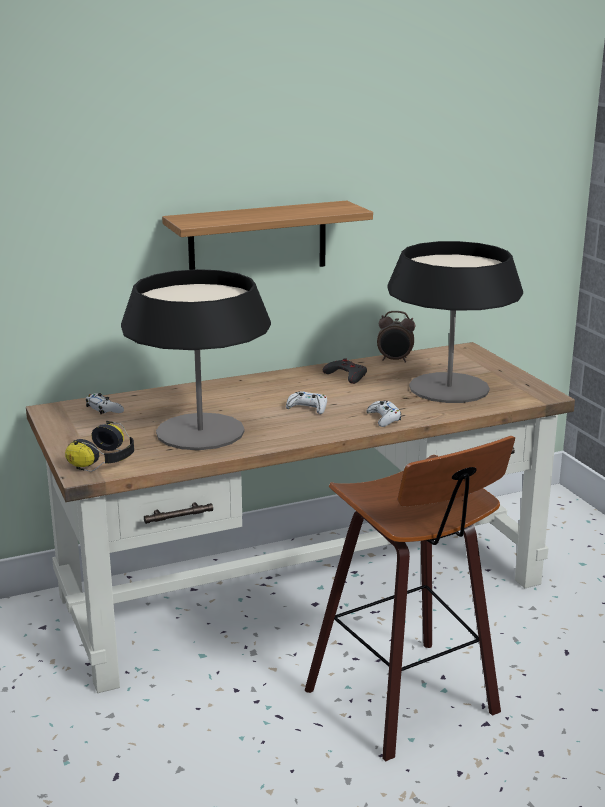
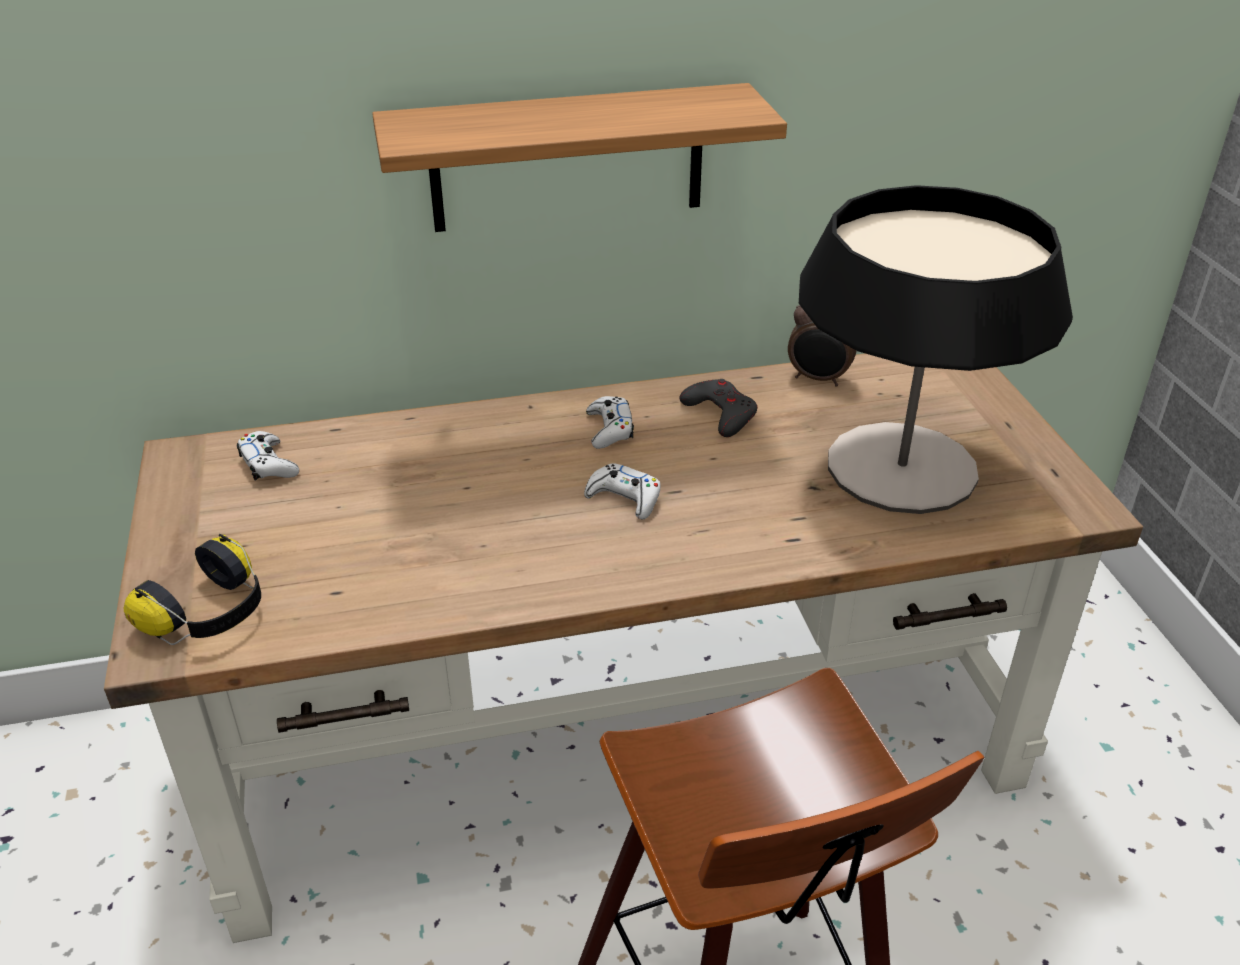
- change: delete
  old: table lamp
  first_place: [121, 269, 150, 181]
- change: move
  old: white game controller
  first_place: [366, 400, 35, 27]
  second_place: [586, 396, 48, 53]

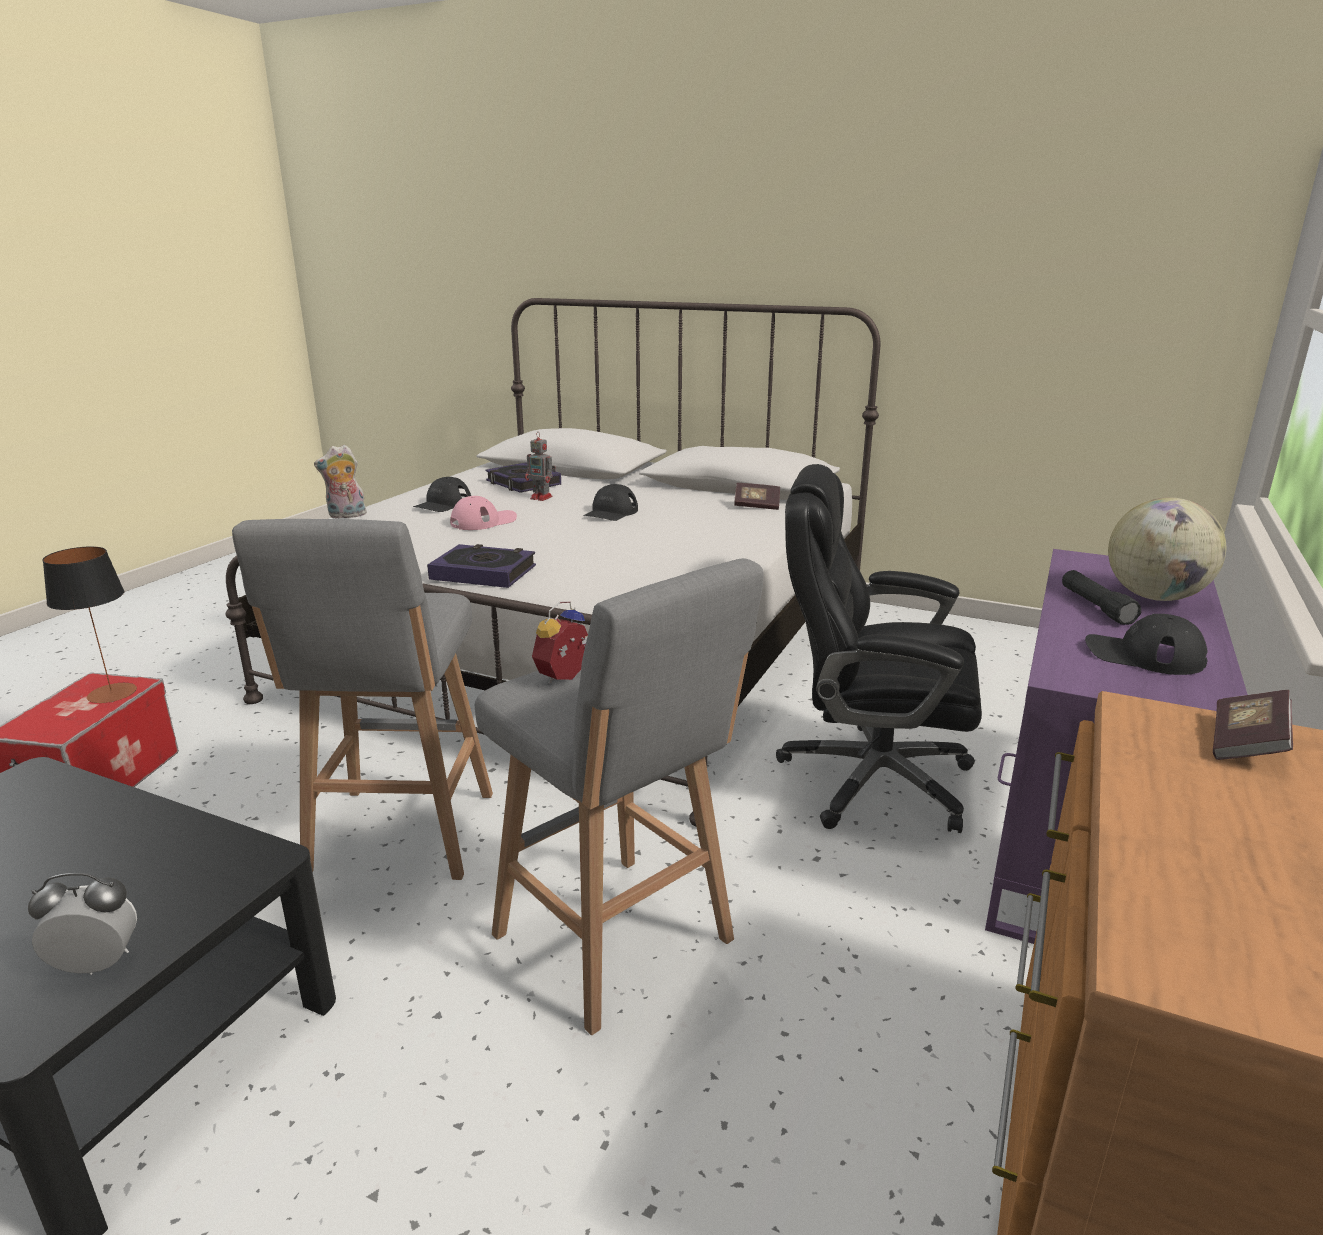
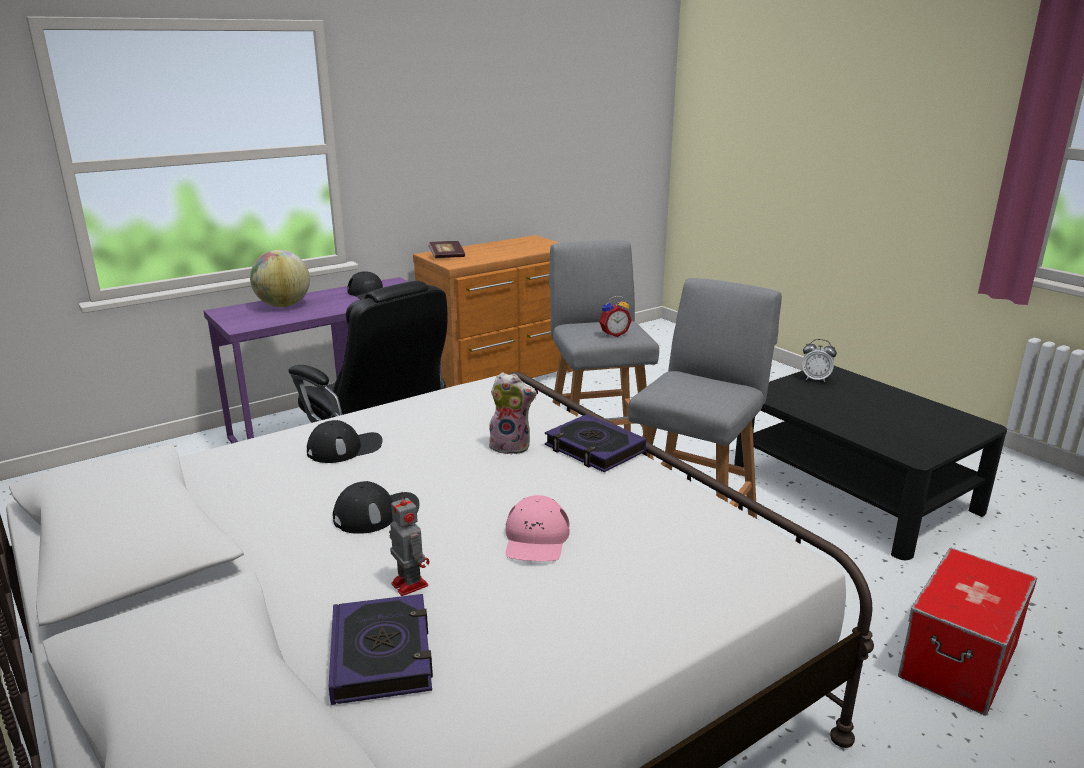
- change: delete
  old: table lamp
  first_place: [42, 546, 95, 157]
- change: delete
  old: book
  first_place: [734, 483, 46, 27]
- change: delete
  old: black flashlight
  first_place: [1062, 570, 79, 55]
- change: move
  old: plush toy
  first_place: [314, 445, 55, 74]
  second_place: [489, 372, 48, 83]
- change: move
  old: black cap
  first_place: [413, 477, 58, 35]
  second_place: [307, 420, 75, 43]
- change: rotate
  old: pink cap
  first_place: [450, 496, 67, 34]
  second_place: [505, 495, 65, 66]
  degrees: -75

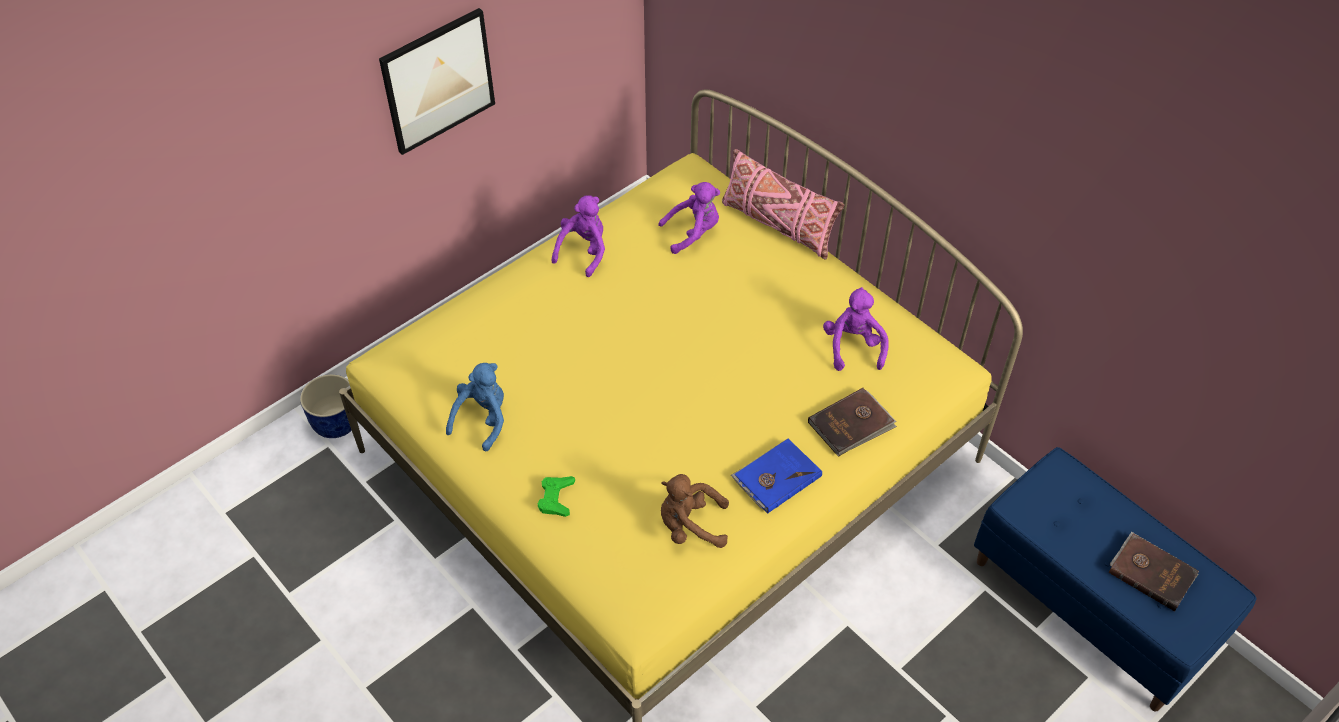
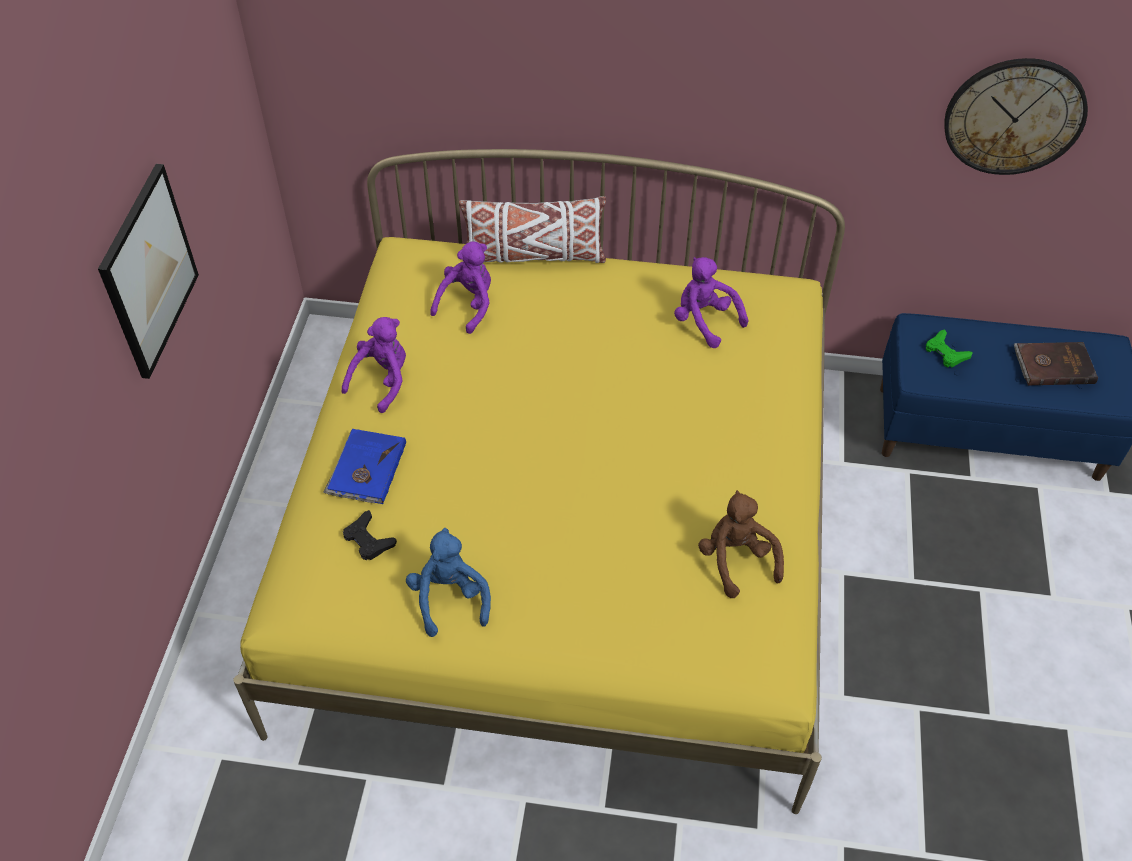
- change: delete
  old: blue planter
  first_place: [300, 374, 58, 64]
- change: delete
  old: brown book
  first_place: [808, 388, 89, 69]
- change: insert
  new: black game controller
  second_place: [343, 510, 54, 50]
- change: insert
  new: wall clock
  second_place: [944, 58, 144, 117]
- change: move
  old: green game controller
  first_place: [538, 476, 37, 41]
  second_place: [926, 330, 47, 37]
- change: move
  old: blue book
  first_place: [731, 439, 91, 74]
  second_place: [323, 429, 83, 75]
- change: recolor
  old: pink pillow
  new: white pillow
  first_place: [722, 149, 122, 110]
  second_place: [459, 196, 147, 67]
- change: rotate
  old: purple plush toy
  first_place: [552, 195, 53, 82]
  second_place: [342, 317, 64, 96]
  degrees: 45
- change: rotate
  old: brown plush toy
  first_place: [661, 474, 68, 74]
  second_place: [698, 490, 86, 108]
  degrees: 105

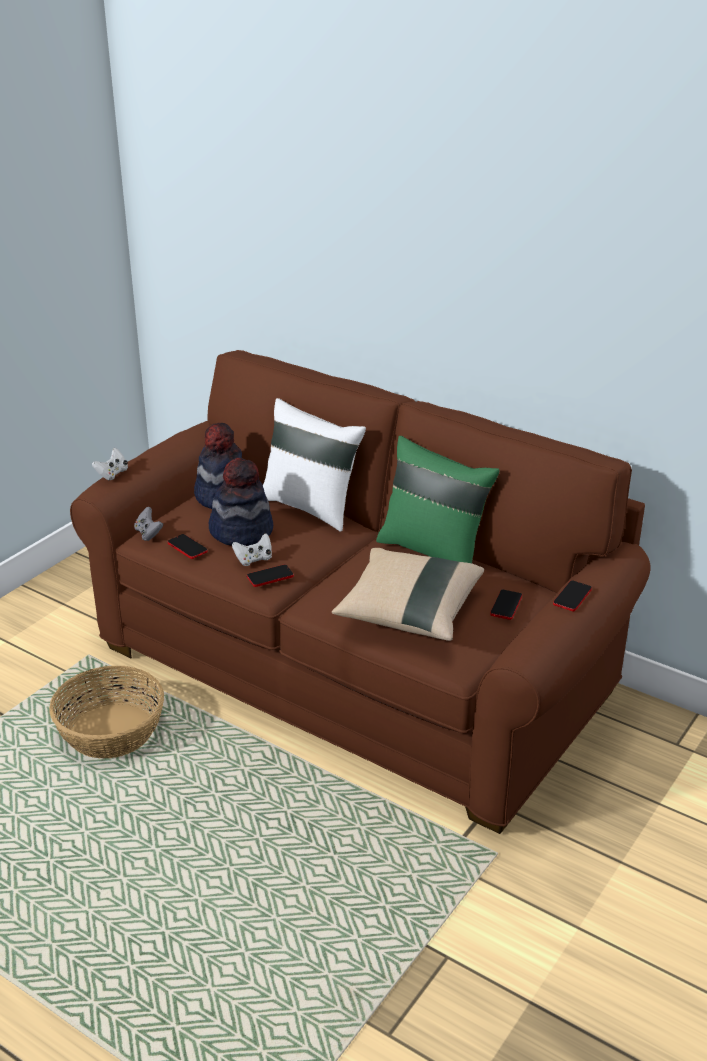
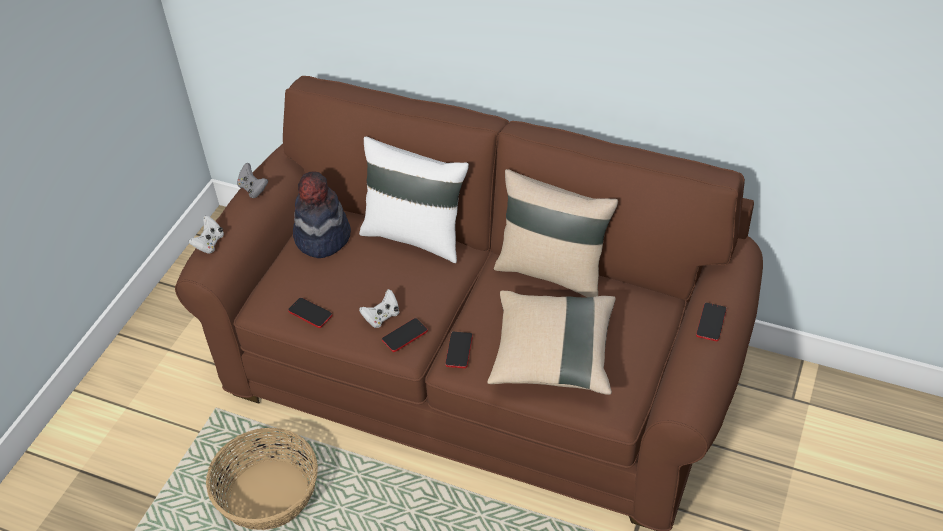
- change: delete
  old: hat
  first_place: [208, 458, 65, 88]
- change: move
  old: grey game controller
  first_place: [134, 507, 30, 34]
  second_place: [237, 163, 31, 35]
- change: move
  old: phone
  first_place: [490, 590, 32, 30]
  second_place: [445, 332, 28, 36]
- change: recolor
  old: green pillow
  new: beige pillow
  first_place: [376, 436, 124, 127]
  second_place: [494, 169, 124, 128]

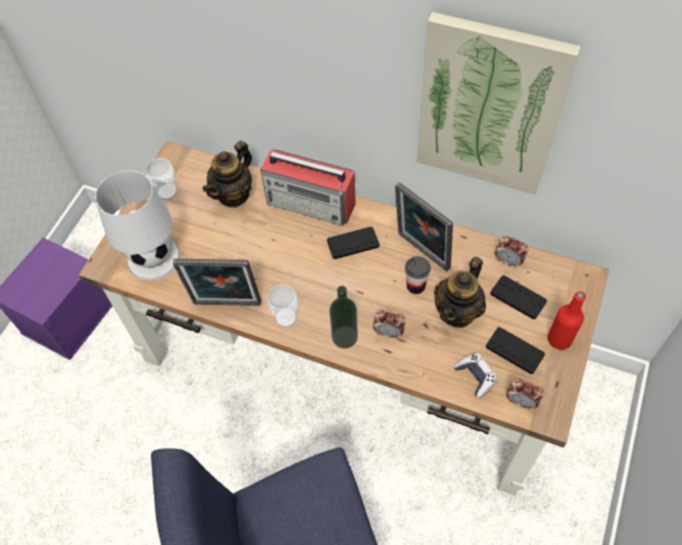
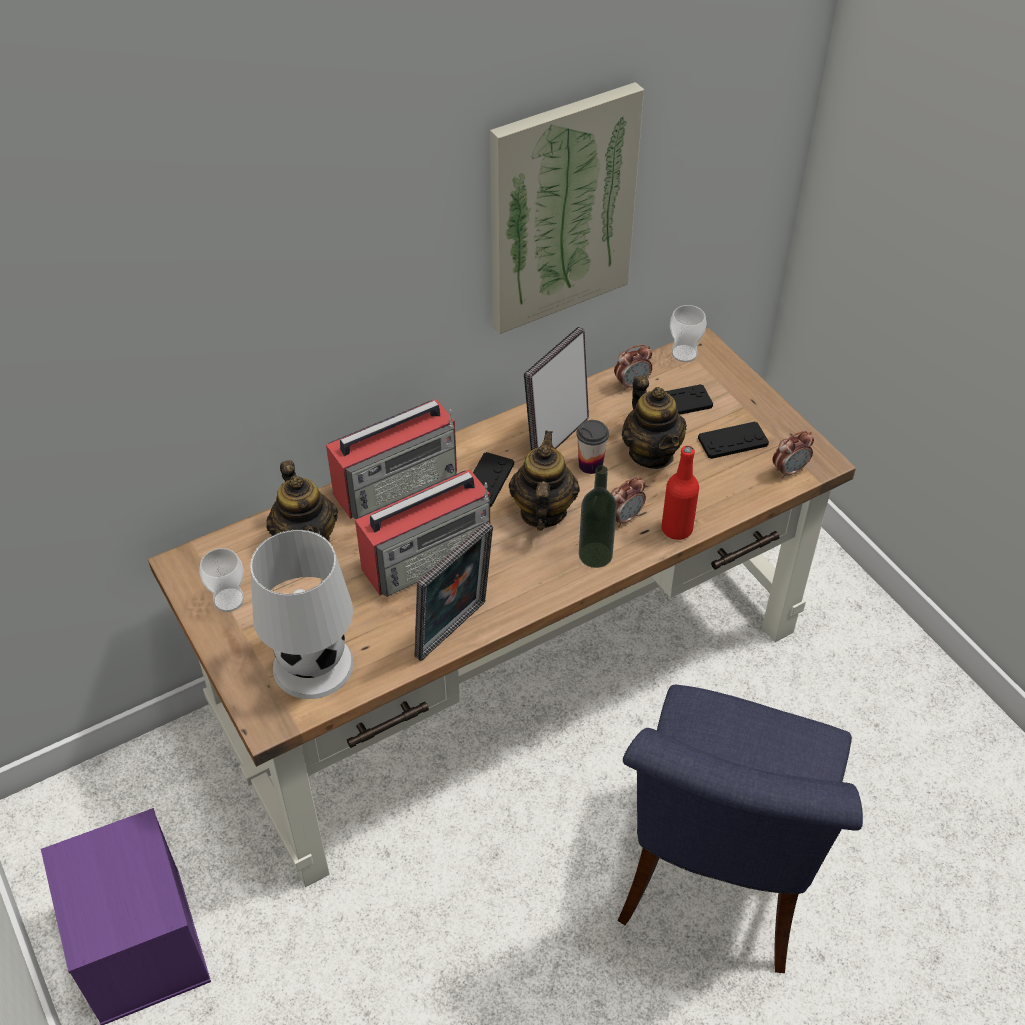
- change: delete
  old: game controller
  first_place: [454, 353, 43, 45]
- change: insert
  new: radio
  second_place: [355, 469, 135, 128]
- change: insert
  new: teapot
  second_place: [509, 431, 71, 100]
- change: move
  old: cup
  first_place: [267, 285, 32, 42]
  second_place: [670, 305, 37, 57]
- change: move
  old: red bottle
  first_place: [548, 291, 38, 59]
  second_place: [661, 446, 38, 94]
- change: rotate
  old: picture frame
  first_place: [395, 182, 58, 89]
  second_place: [524, 327, 65, 124]
  degrees: 135

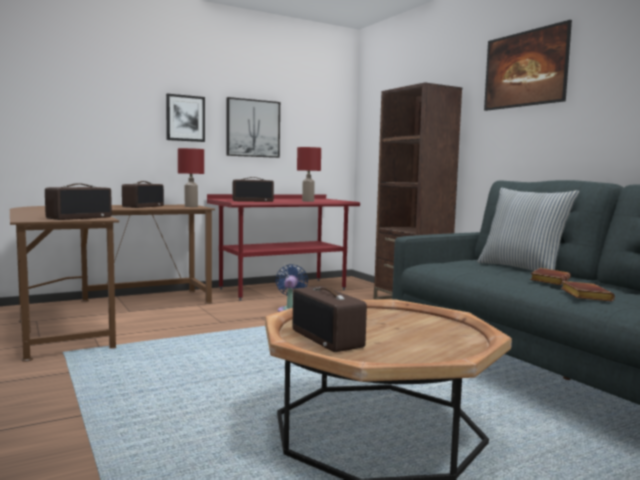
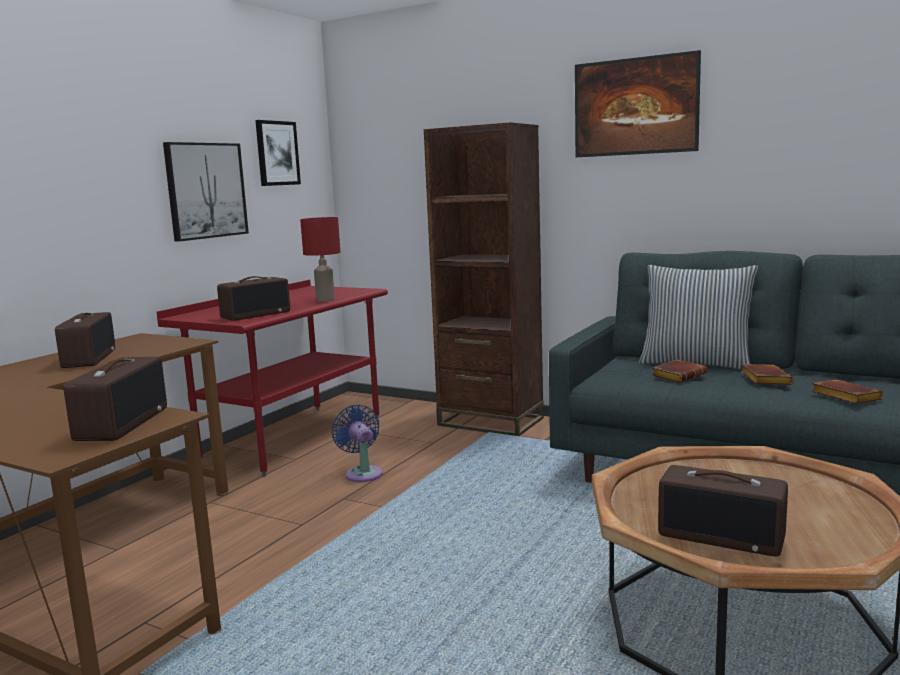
- change: delete
  old: red table lamp
  first_place: [178, 148, 26, 59]
- change: insert
  new: brown book
  second_place: [652, 359, 55, 24]
- change: move
  old: picture
  first_place: [166, 94, 39, 48]
  second_place: [255, 120, 46, 66]

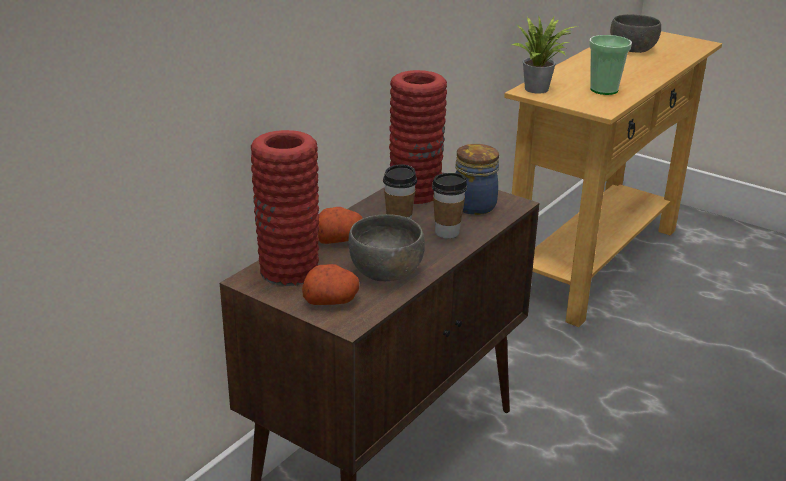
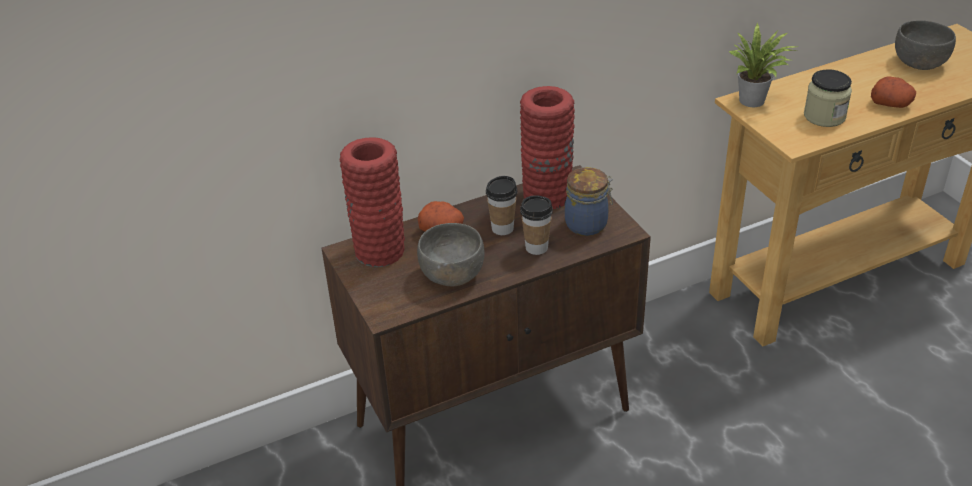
- change: move
  old: potato
  first_place: [302, 264, 57, 41]
  second_place: [871, 76, 45, 32]
- change: replace
  old: cup
  new: jar
  first_place: [589, 35, 43, 60]
  second_place: [804, 69, 48, 58]

